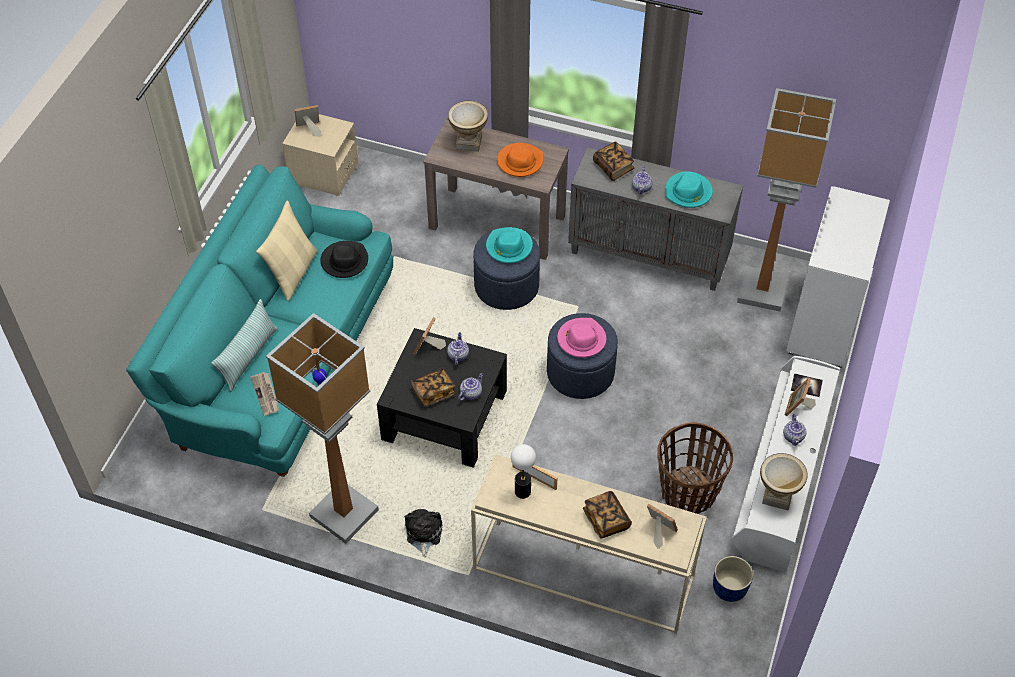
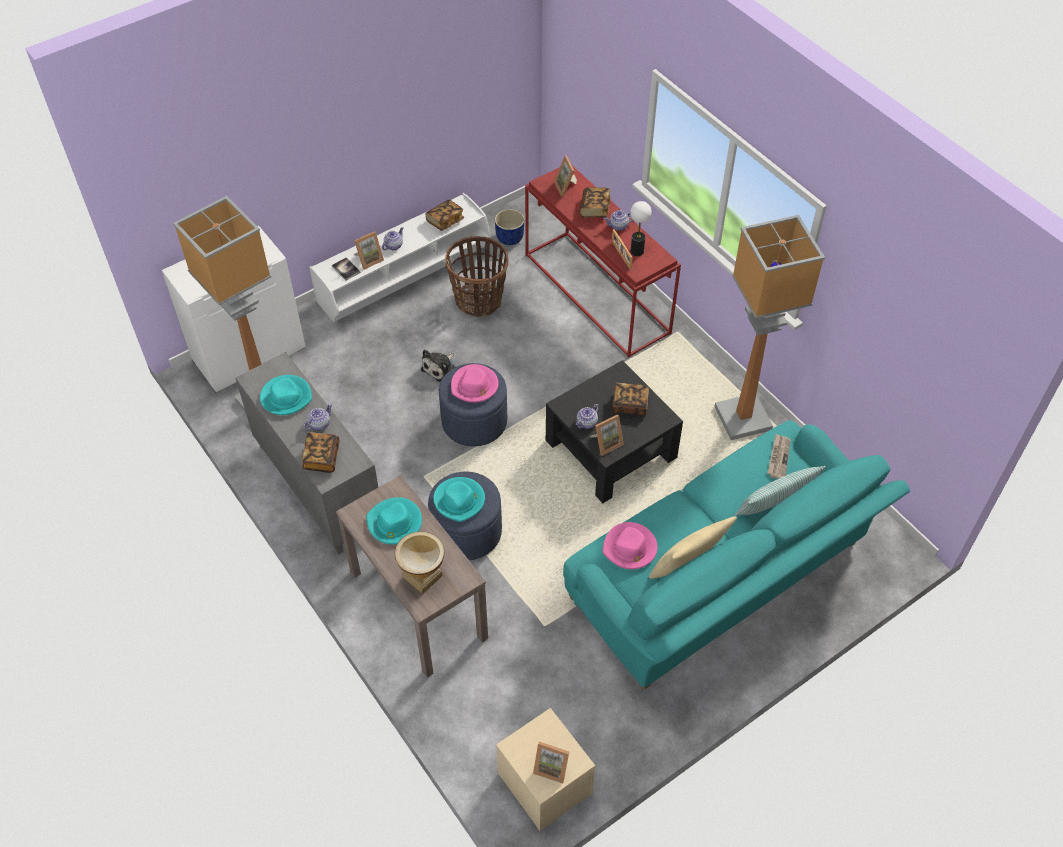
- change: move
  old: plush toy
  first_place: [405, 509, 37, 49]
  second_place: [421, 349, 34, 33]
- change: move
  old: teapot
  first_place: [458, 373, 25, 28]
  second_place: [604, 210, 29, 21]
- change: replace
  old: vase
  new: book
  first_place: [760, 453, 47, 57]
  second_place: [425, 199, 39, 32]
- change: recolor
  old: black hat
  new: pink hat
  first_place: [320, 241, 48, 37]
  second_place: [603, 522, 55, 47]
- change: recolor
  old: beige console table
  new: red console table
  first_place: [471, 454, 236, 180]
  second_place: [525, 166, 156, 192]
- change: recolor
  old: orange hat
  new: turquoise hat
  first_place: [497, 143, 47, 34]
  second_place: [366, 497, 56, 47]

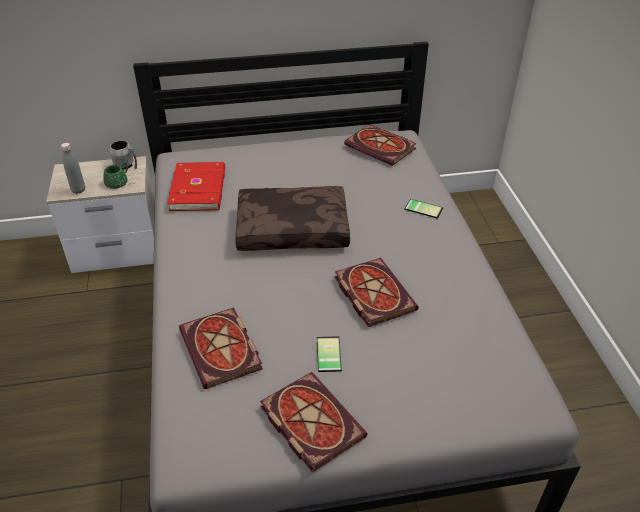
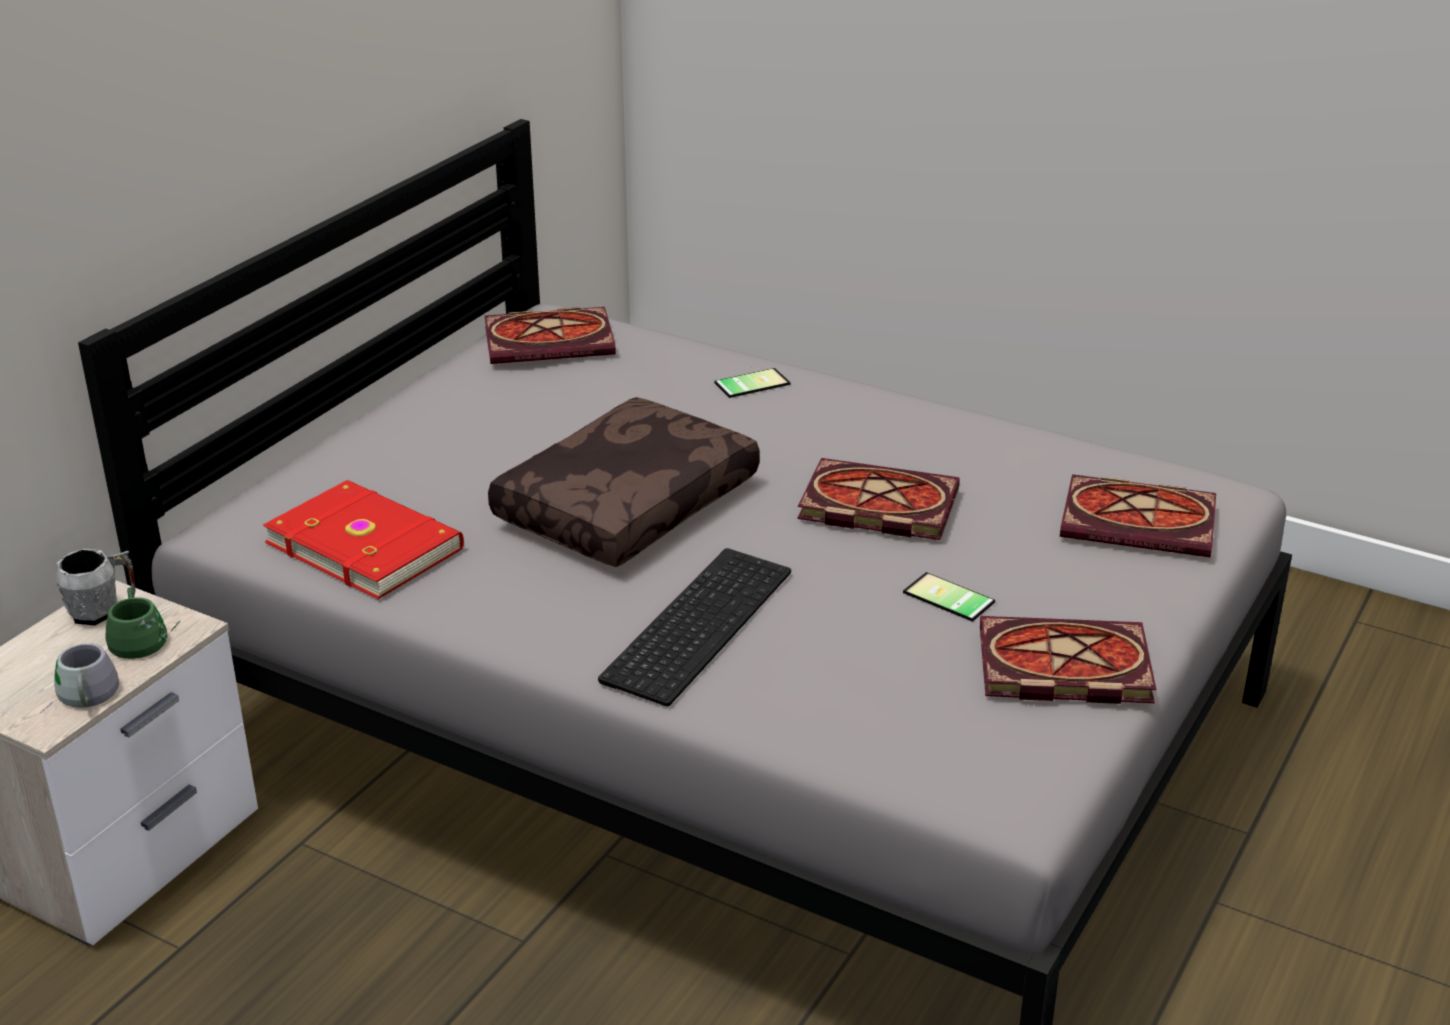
- change: insert
  new: keyboard
  second_place: [598, 548, 193, 158]
- change: move
  old: book
  first_place: [179, 308, 84, 81]
  second_place: [1060, 474, 156, 83]
- change: replace
  old: grey bottle
  new: grey mug
  first_place: [61, 143, 24, 51]
  second_place: [41, 643, 78, 70]

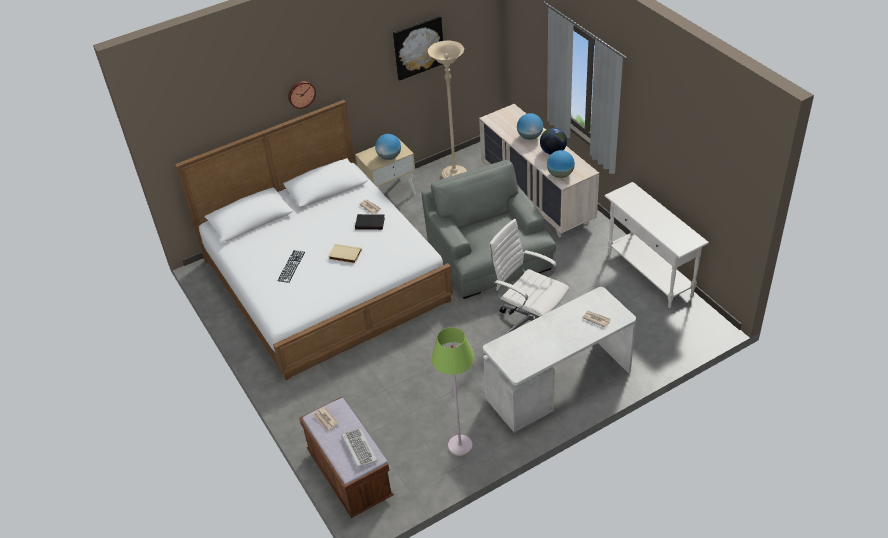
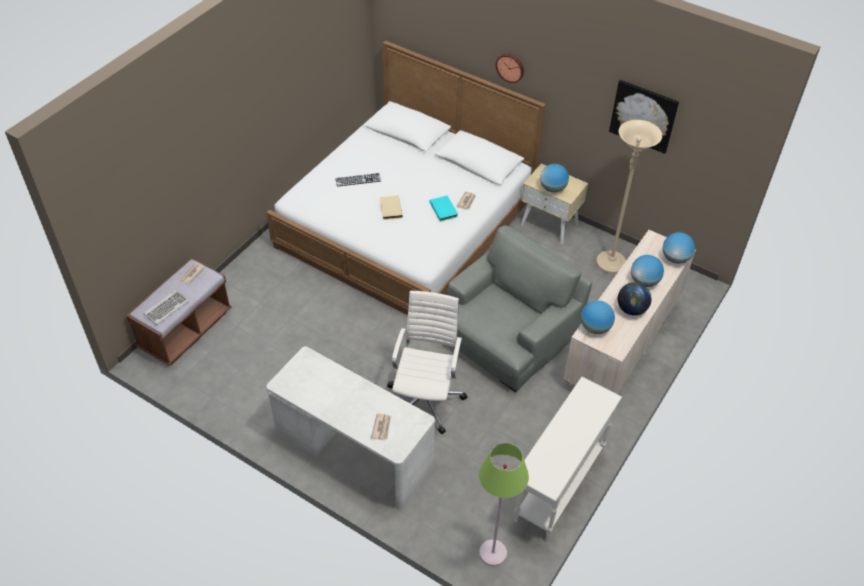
- change: insert
  new: globe
  second_place: [663, 232, 32, 32]
- change: move
  old: green floor lamp
  first_place: [431, 327, 44, 129]
  second_place: [479, 443, 50, 123]
- change: recolor
  old: black book
  new: turquoise book
  first_place: [355, 214, 30, 16]
  second_place: [429, 195, 29, 27]

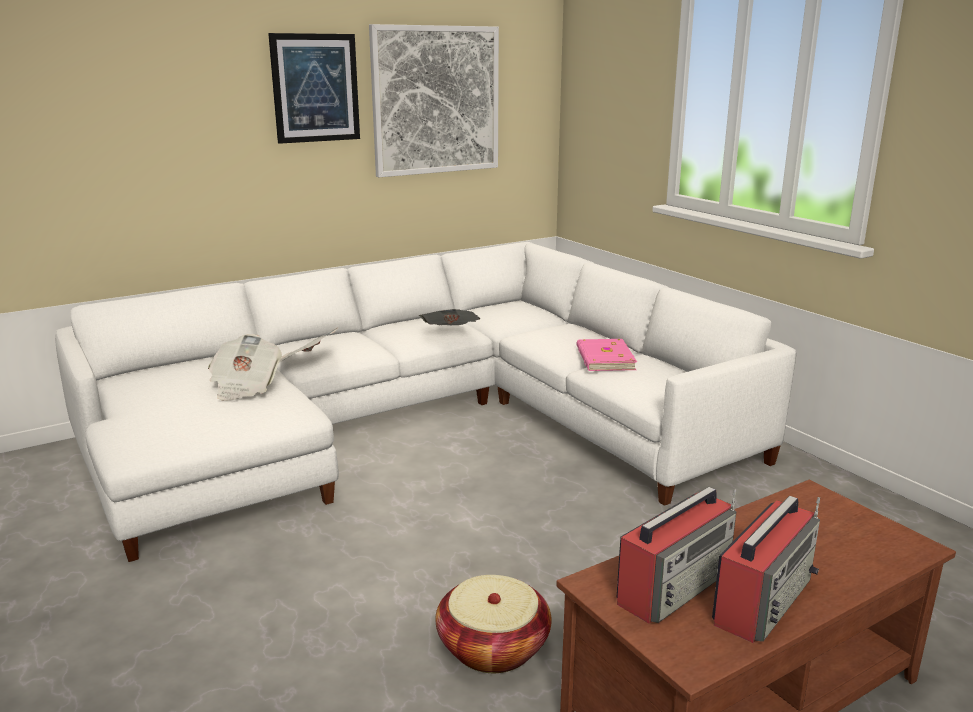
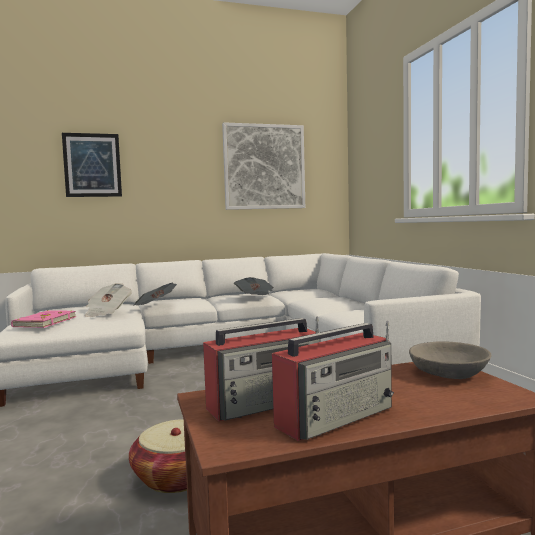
- change: insert
  new: grey bowl
  second_place: [409, 341, 82, 38]
- change: move
  old: picture
  first_place: [268, 33, 92, 111]
  second_place: [62, 133, 60, 64]
- change: move
  old: pink book
  first_place: [577, 339, 60, 32]
  second_place: [11, 310, 65, 18]

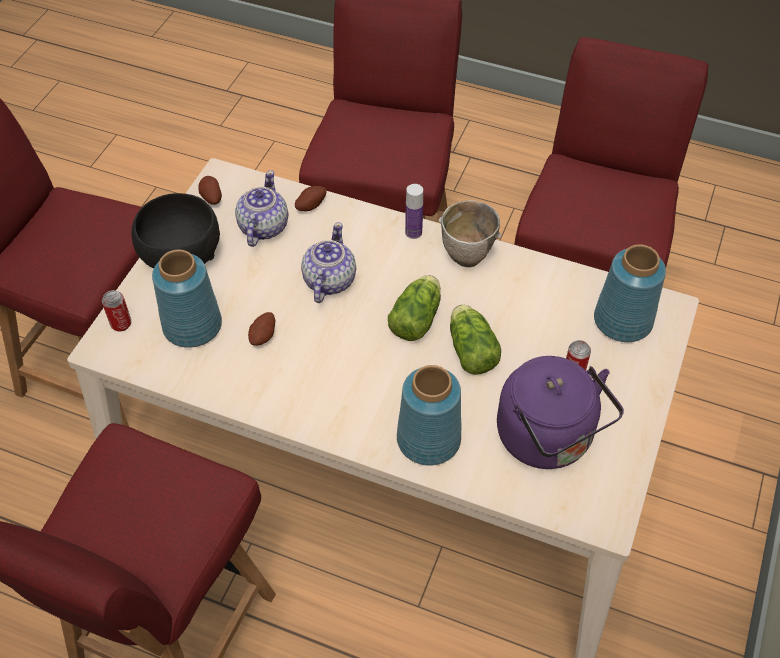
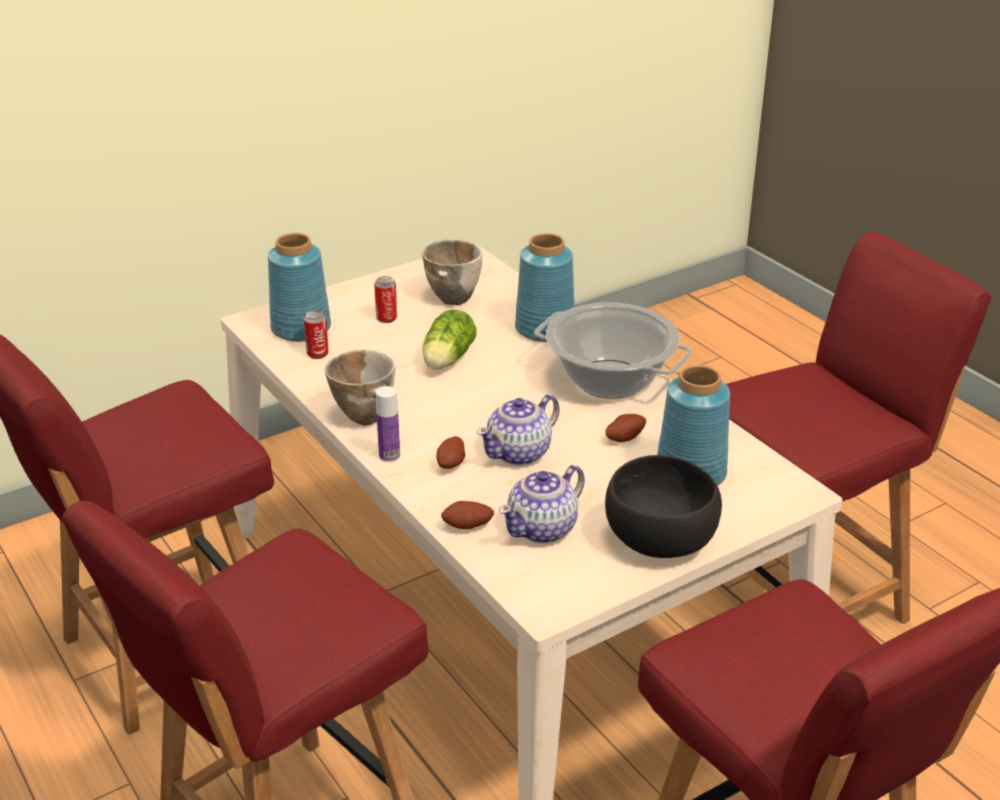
- change: delete
  old: lettuce
  first_place: [388, 275, 53, 66]
- change: insert
  new: cooking pot
  second_place: [534, 302, 158, 97]
- change: move
  old: can
  first_place: [102, 290, 29, 42]
  second_place: [304, 310, 25, 49]
- change: move
  old: potato
  first_place: [198, 176, 24, 29]
  second_place: [437, 436, 28, 33]
- change: replace
  old: purple kettle
  new: bowl
  first_place: [497, 356, 127, 113]
  second_place: [422, 240, 60, 65]

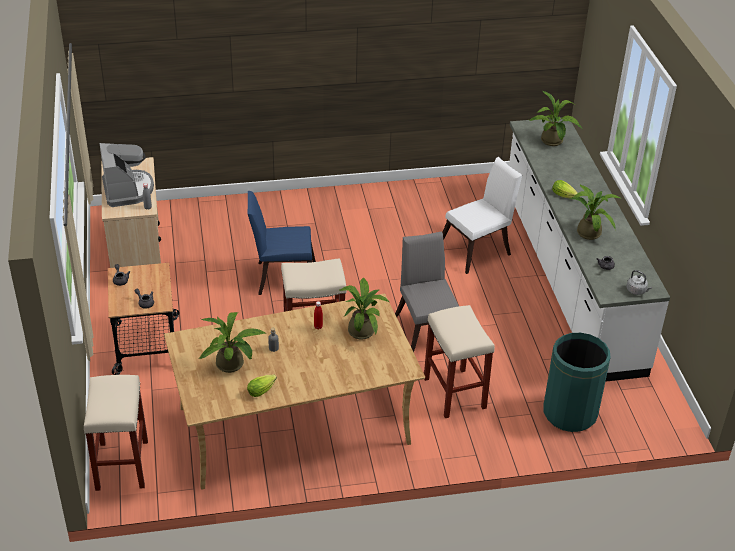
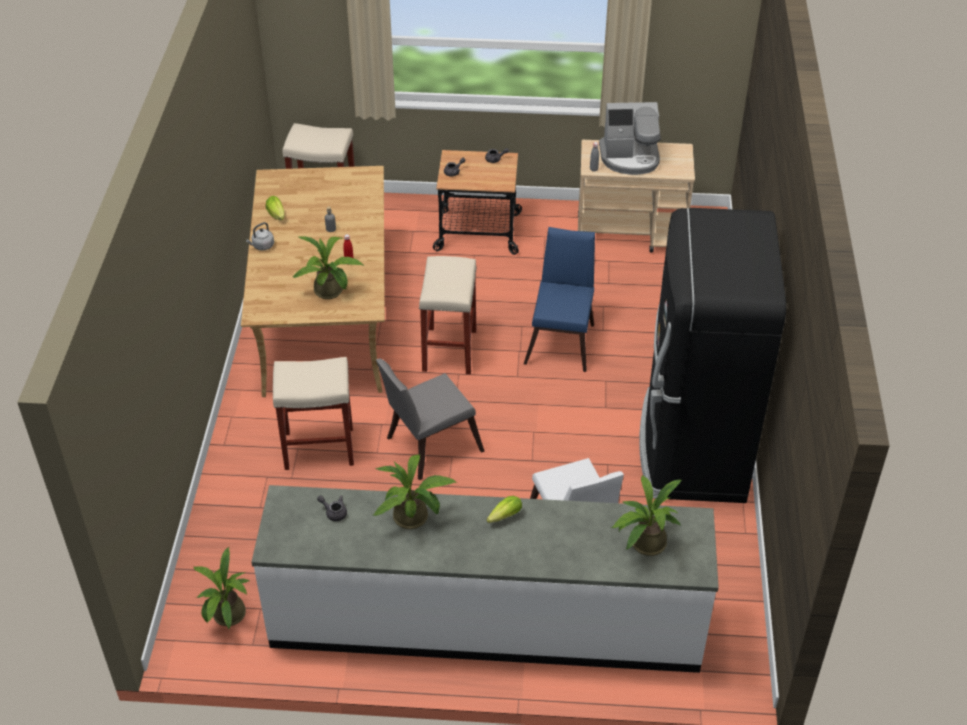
- change: delete
  old: green trash can
  first_place: [543, 333, 68, 99]
- change: insert
  new: black fridge
  second_place: [639, 208, 147, 295]
- change: move
  old: potted plant
  first_place: [199, 312, 67, 61]
  second_place: [193, 547, 57, 83]
- change: move
  old: grey kettle
  first_place: [627, 270, 25, 25]
  second_place: [246, 222, 28, 28]
- change: rotate
  old: grey chair
  first_place: [395, 231, 64, 121]
  second_place: [376, 359, 108, 121]
  degrees: 150

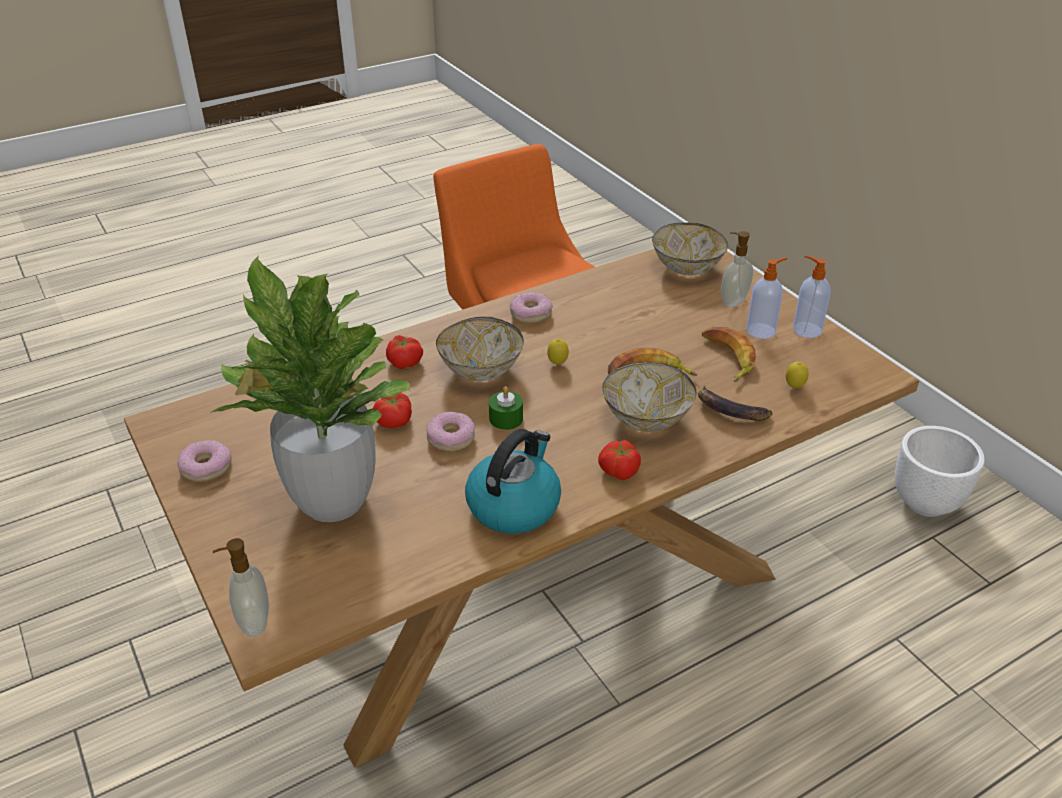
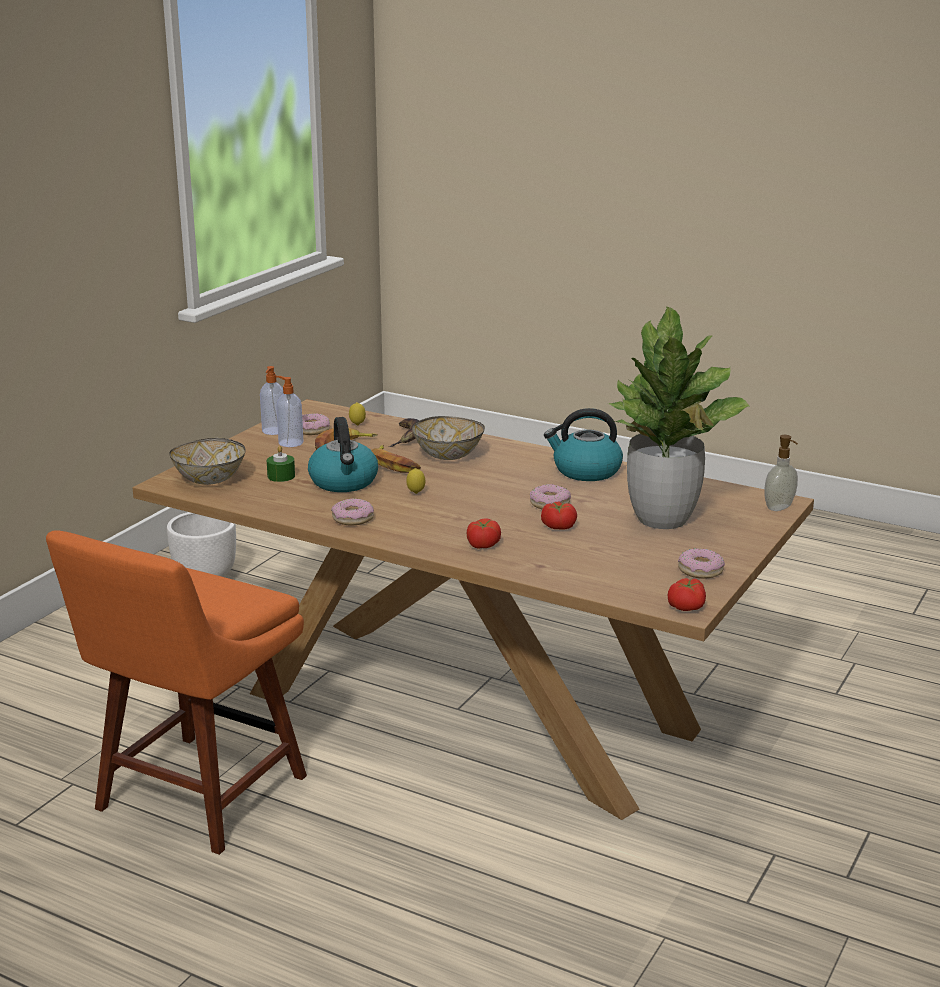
- change: delete
  old: bowl
  first_place: [436, 316, 88, 65]
- change: delete
  old: soap dispenser
  first_place: [721, 231, 32, 76]
- change: insert
  new: donut
  second_place: [302, 413, 28, 22]
- change: insert
  new: kettle
  second_place: [308, 417, 70, 75]
- change: move
  old: green candle
  first_place: [489, 386, 34, 44]
  second_place: [267, 446, 28, 36]
- change: move
  old: tomato
  first_place: [598, 440, 43, 40]
  second_place: [668, 578, 38, 33]

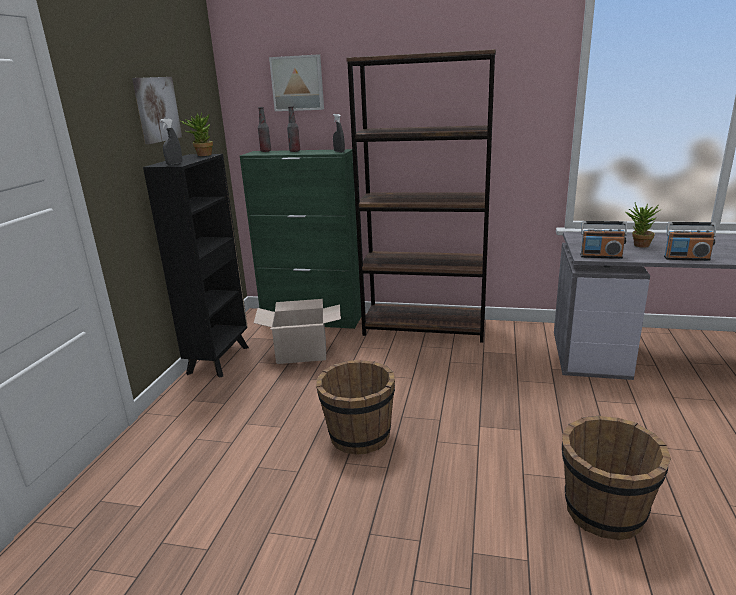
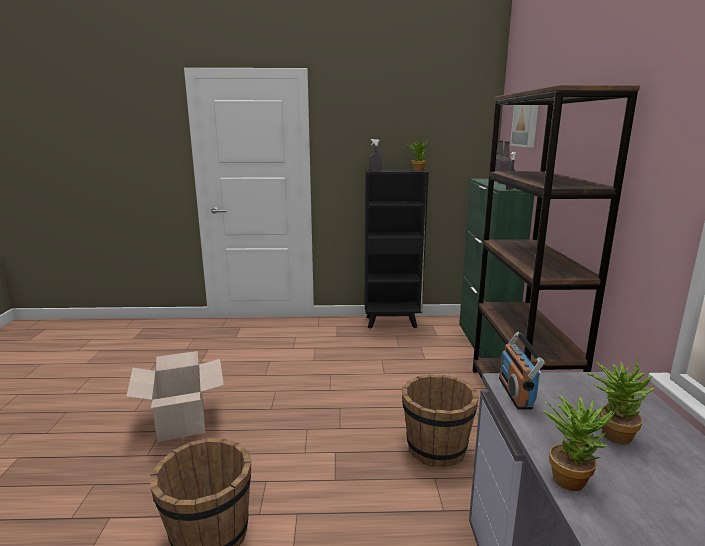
- change: delete
  old: picture
  first_place: [132, 77, 50, 67]
- change: move
  old: cardboard box
  first_place: [254, 299, 87, 65]
  second_place: [126, 351, 98, 91]
- change: move
  old: brown bucket
  first_place: [316, 360, 79, 95]
  second_place: [402, 375, 77, 92]
- change: replace
  old: radio
  new: potted plant
  first_place: [664, 222, 52, 39]
  second_place: [543, 395, 74, 96]

